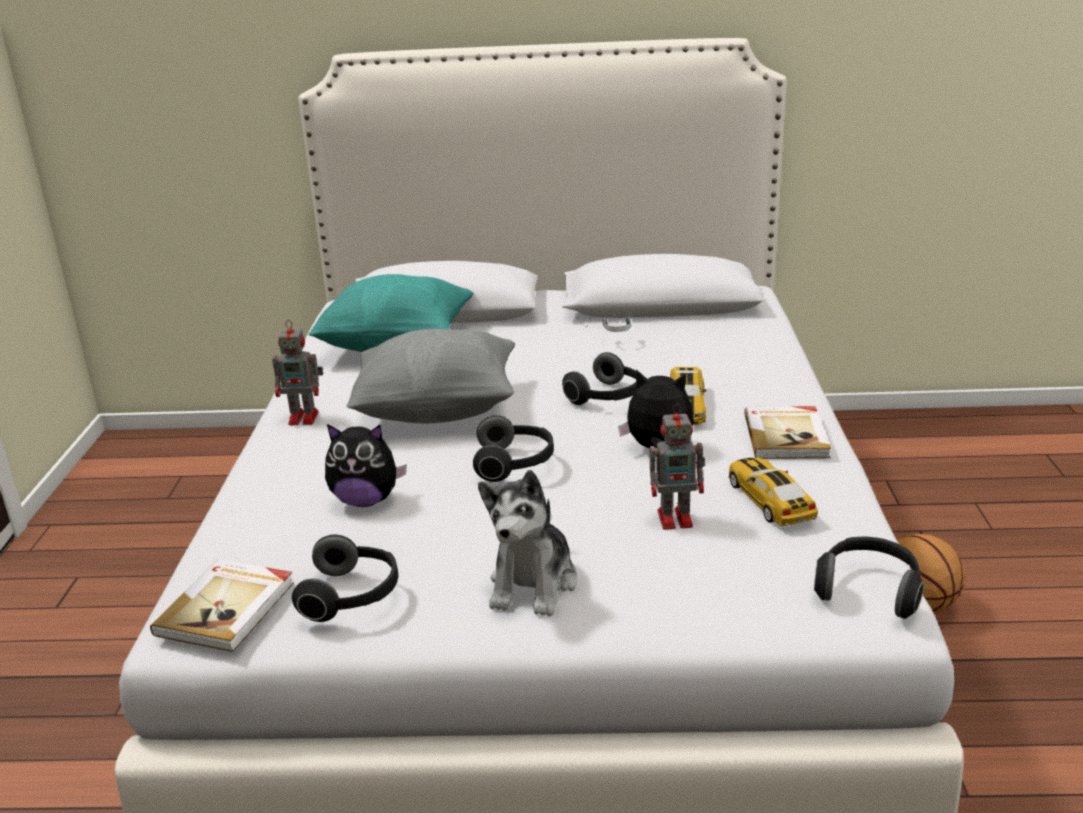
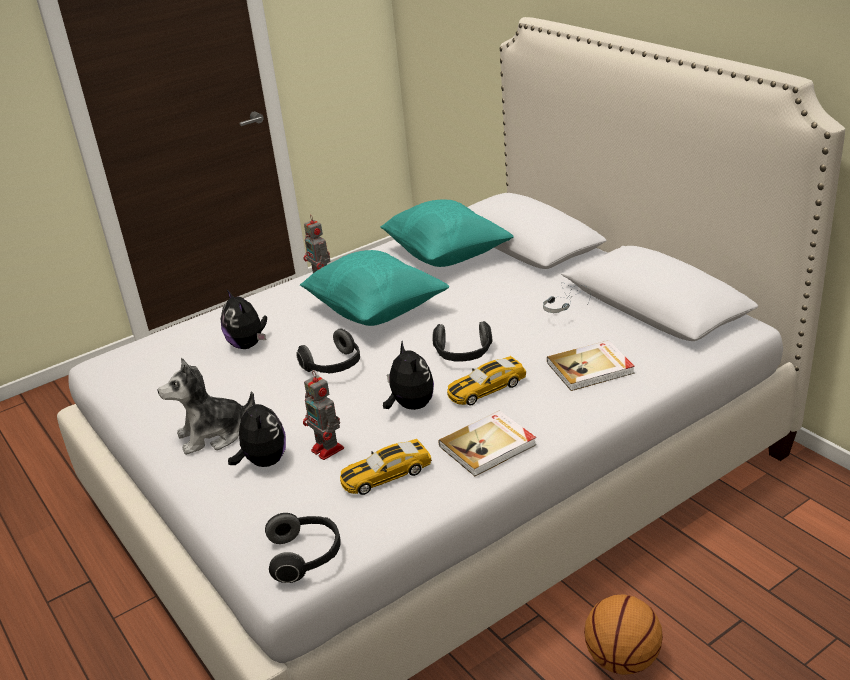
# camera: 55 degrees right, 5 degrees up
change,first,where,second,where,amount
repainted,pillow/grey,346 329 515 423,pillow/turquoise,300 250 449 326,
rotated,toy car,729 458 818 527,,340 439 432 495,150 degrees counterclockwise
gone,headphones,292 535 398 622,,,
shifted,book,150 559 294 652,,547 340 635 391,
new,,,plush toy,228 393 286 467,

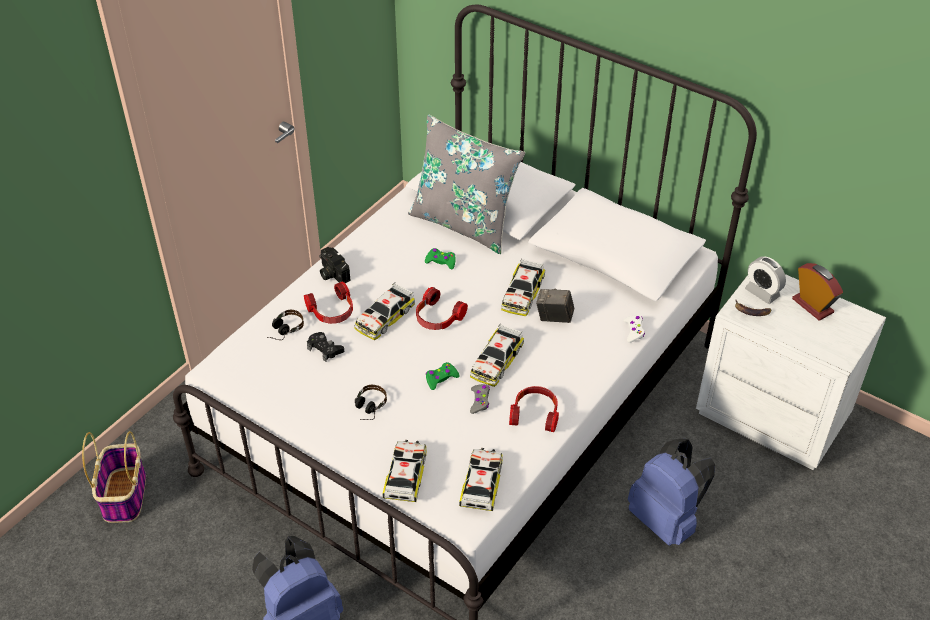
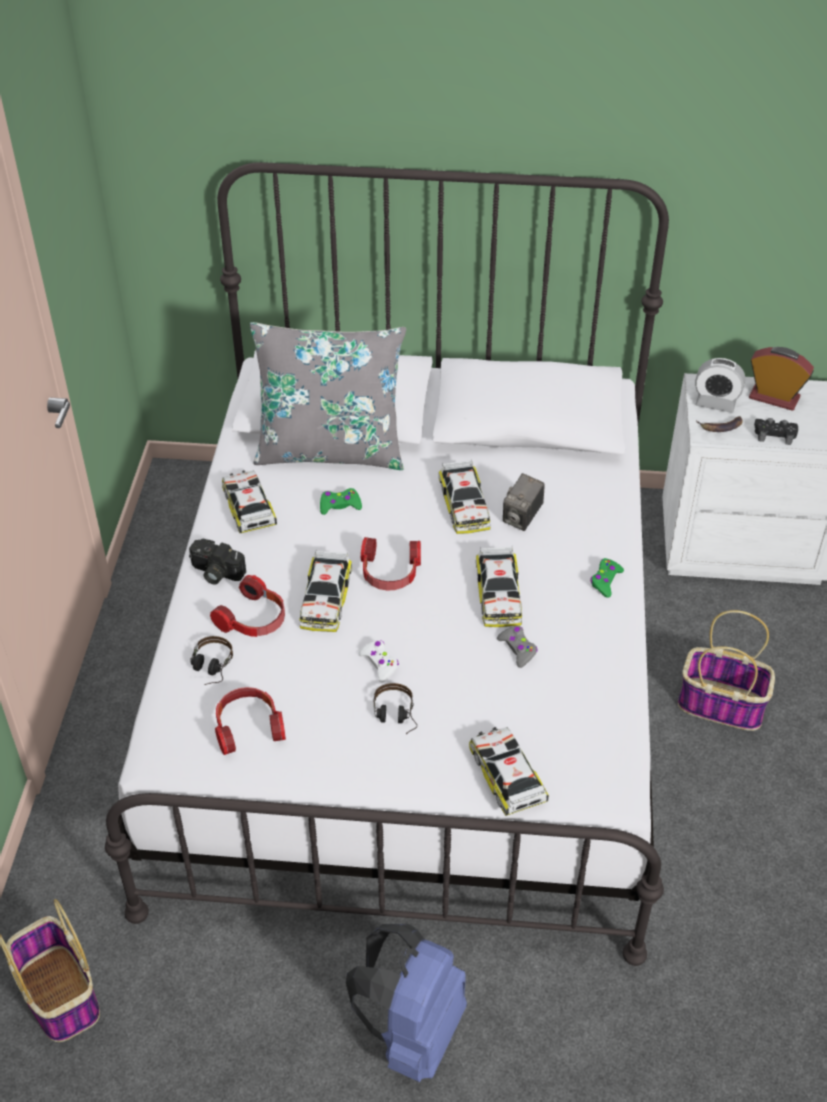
# camera: 30 degrees left, 0 degrees up
change,first,where,second,where,amount
rotated,photo camera,536 288 574 323,,503 473 544 531,45 degrees counterclockwise
shifted,game controller/white,623 315 645 343,,358 640 399 683,
shifted,game controller/black,307 332 344 362,,754 418 798 445,
shifted,game controller/green,426 362 460 390,,590 558 624 598,
shifted,headphones,509 386 559 432,,215 687 286 755,
swapped,backpack/blue,628 438 715 546,basket,678 610 775 731,
shifted,toy car,459 448 503 511,,222 470 277 533,

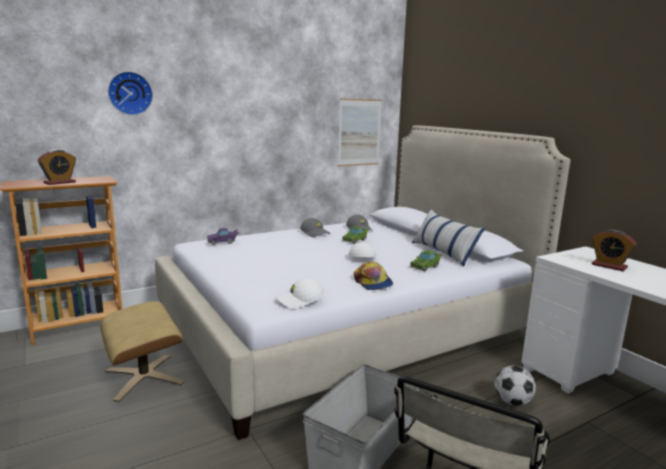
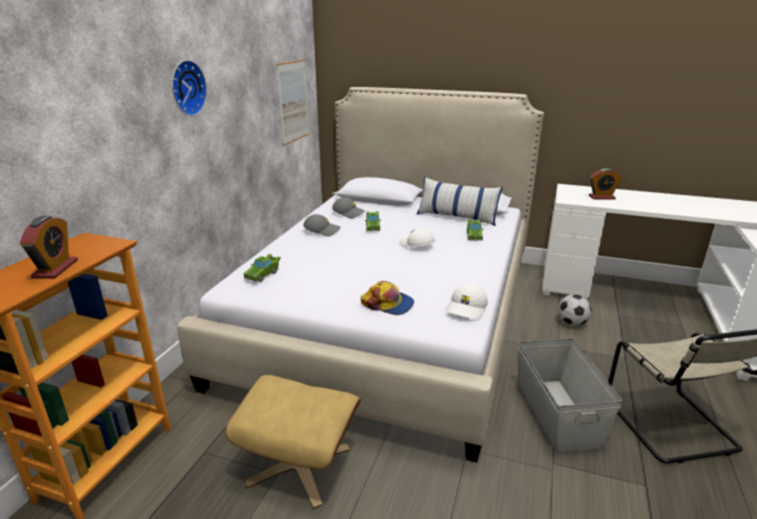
# camera: 40 degrees left, 10 degrees up
change,first,where,second,where,amount
shifted,wall clock,108 71 153 115,,172 60 207 116,
repainted,toy car/purple,207 228 239 245,toy car/green,243 254 281 282,
shifted,cap,354 261 393 290,,361 281 414 315,

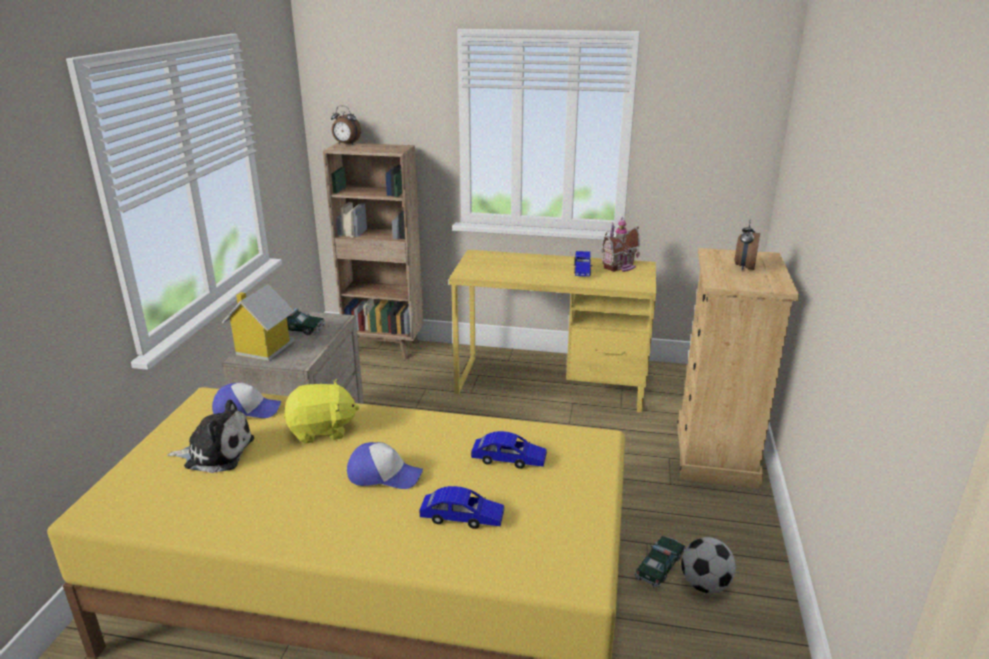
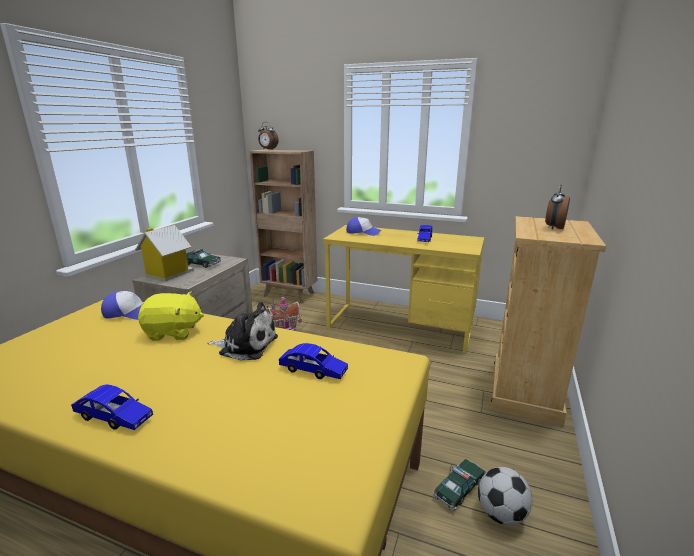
# camera: 10 degrees right, 5 degrees down
change,first,where,second,where,amount
shifted,toy house,602 217 640 272,,266 295 302 331,
shifted,plush toy,167 400 254 473,,207 302 278 361,
shifted,cap,347 442 423 489,,346 217 381 236,
shifted,toy car/blue,419 486 504 529,,71 385 153 430,

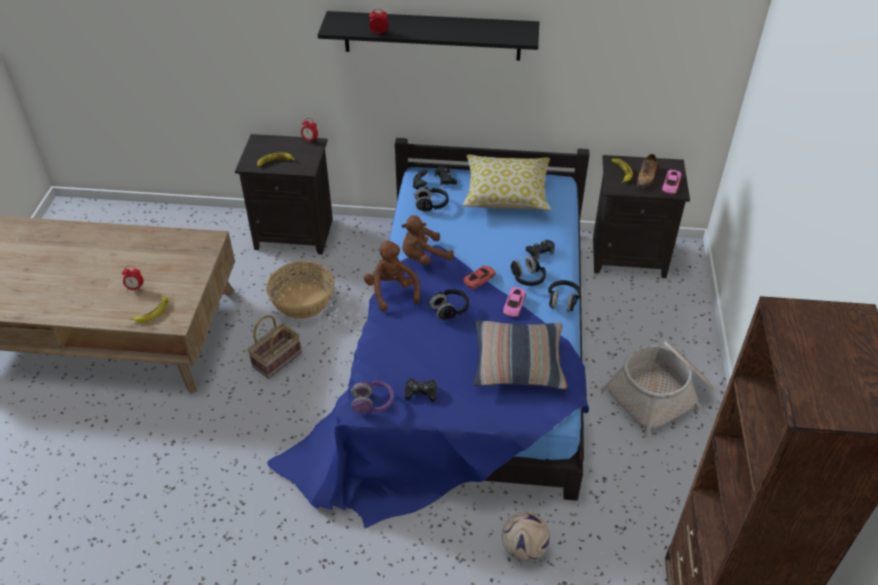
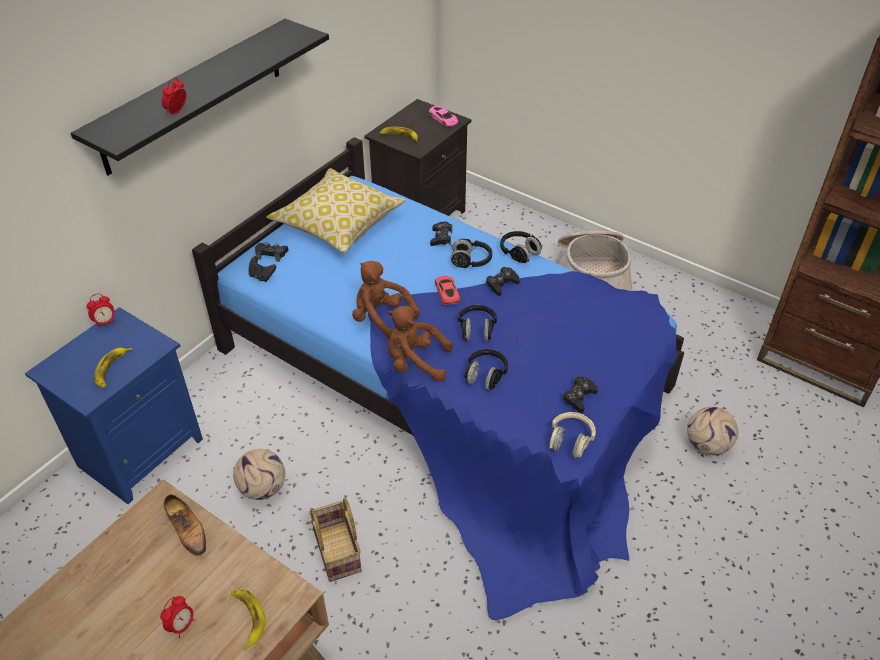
# camera: 60 degrees left, 0 degrees up
change,first,where,second,where,amount
repainted,nightstand/black,235 134 333 255,nightstand/blue,25 307 203 504,
shifted,shoe,637 154 657 188,,164 494 206 556,
shifted,headphones/black,414 187 449 211,,464 349 508 390,
rotated,plush toy/brown,402 215 454 266,,352 261 420 339,120 degrees clockwise
swapped,basket,266 261 335 319,football,233 449 285 500,
swapped,toy car/pink,503 287 526 317,game controller/black,486 267 520 296,
gone,pillow,473 320 567 390,,,
repainted,headphones/purple,350 380 394 413,headphones/beige,550 412 596 458,

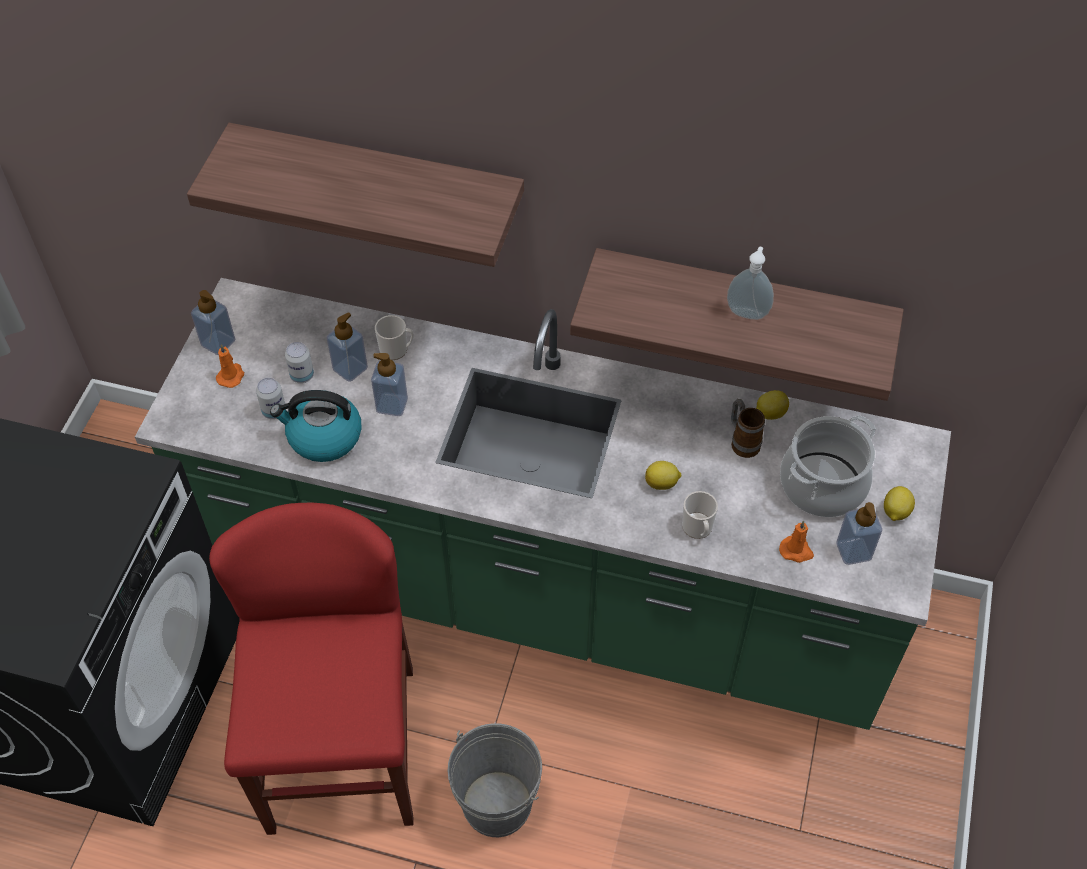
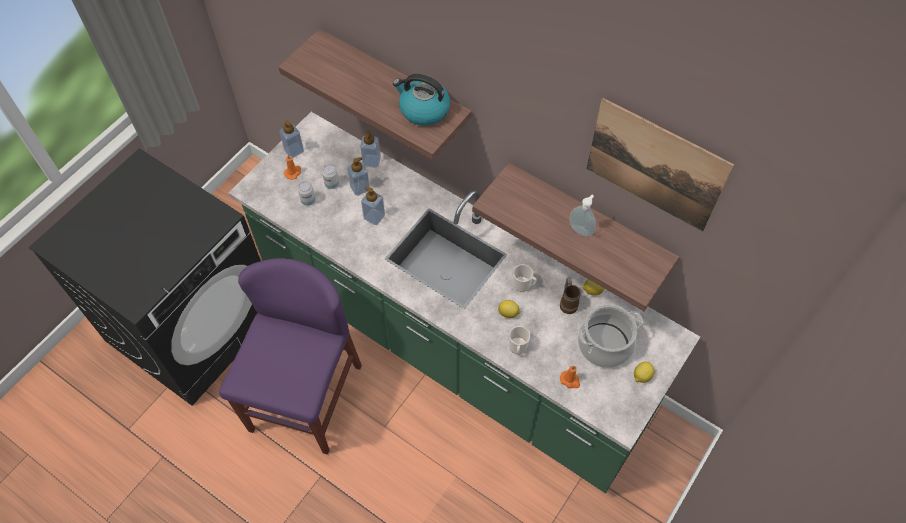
# camera: 20 degrees right, 5 degrees up
change,first,where,second,where,amount
shifted,mug,375 315 414 360,,513 264 537 292,
shifted,kettle,270 390 362 462,,393 74 450 126,
shifted,soap dispenser,836 502 882 565,,360 131 381 168,
repainted,chair/red,209 503 414 835,chair/purple,219 258 362 455,
gone,bucket/grey,447 723 542 837,,,
new,,,picture,586 98 734 231,

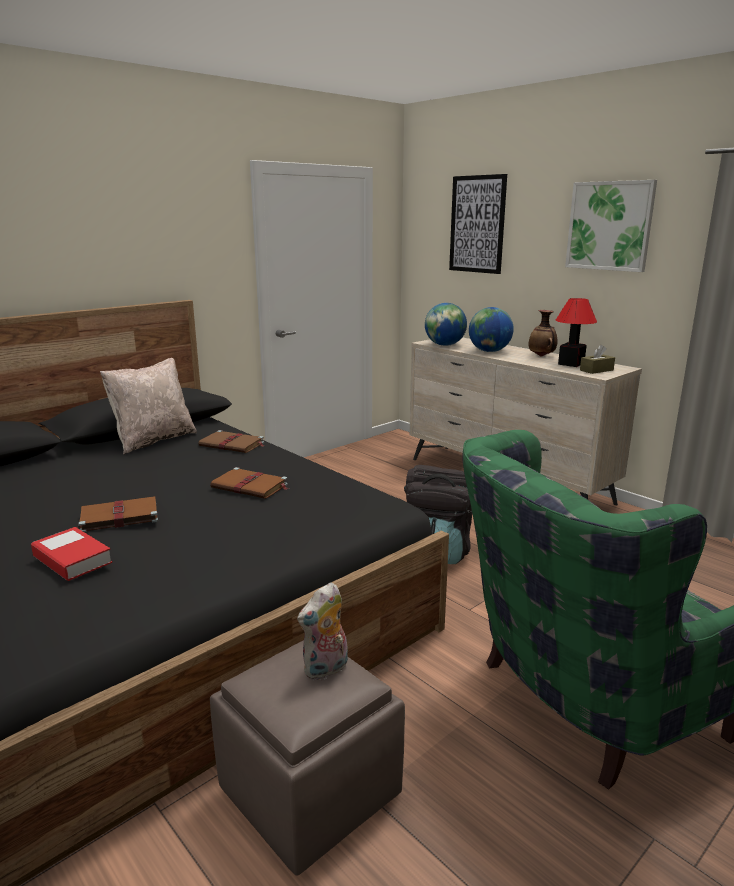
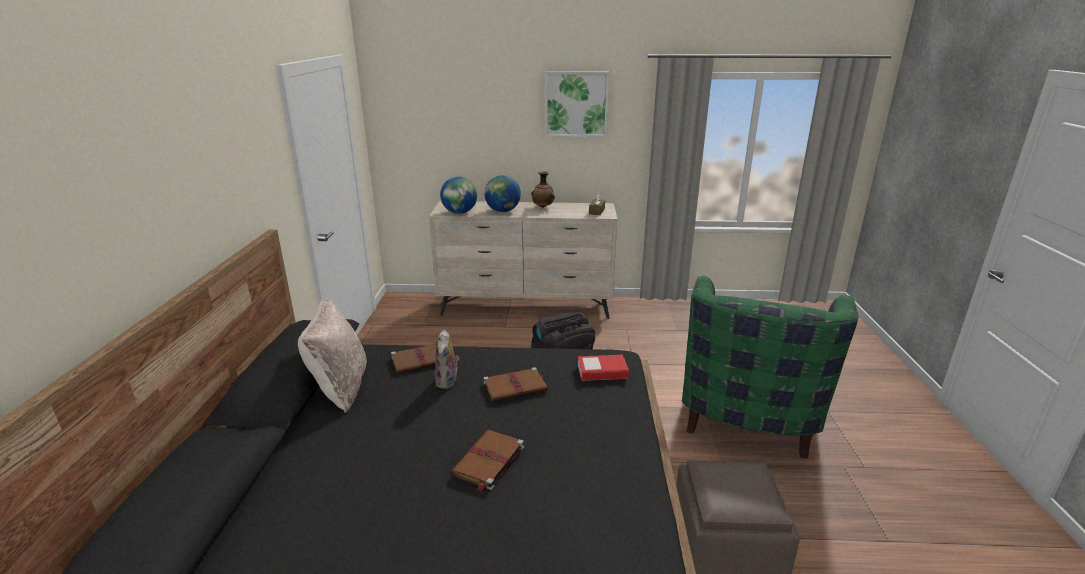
# camera: 45 degrees left, 5 degrees up
change,first,where,second,where,amount
gone,picture,449 174 507 274,,,
gone,table lamp,556 298 597 367,,,
shifted,book,31 527 112 581,,578 355 629 381,
shifted,plush toy,297 582 348 680,,435 330 460 389,

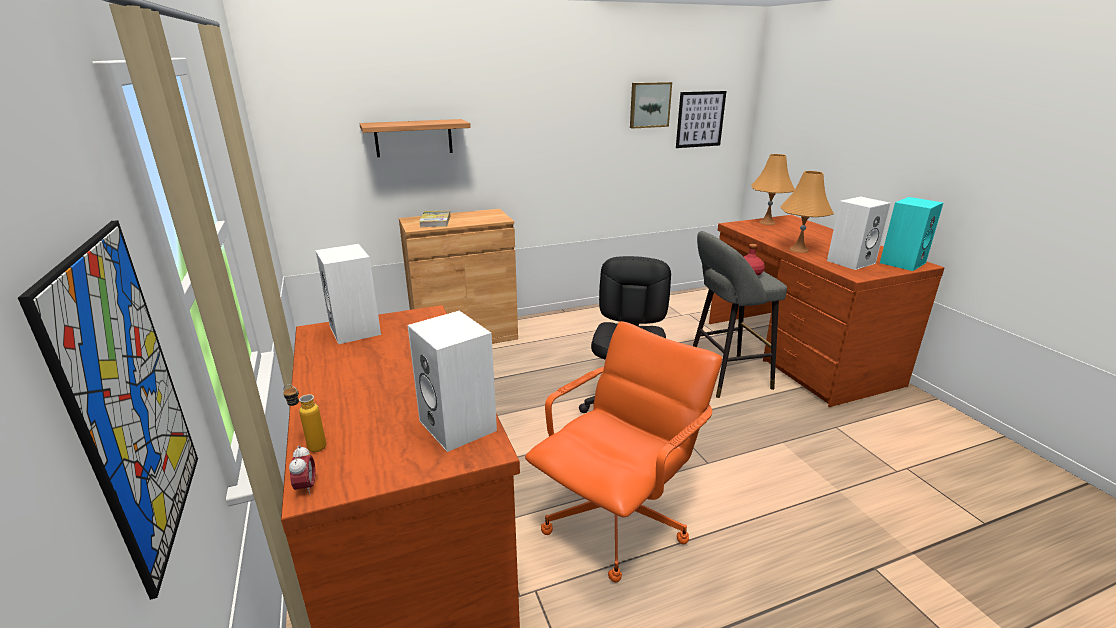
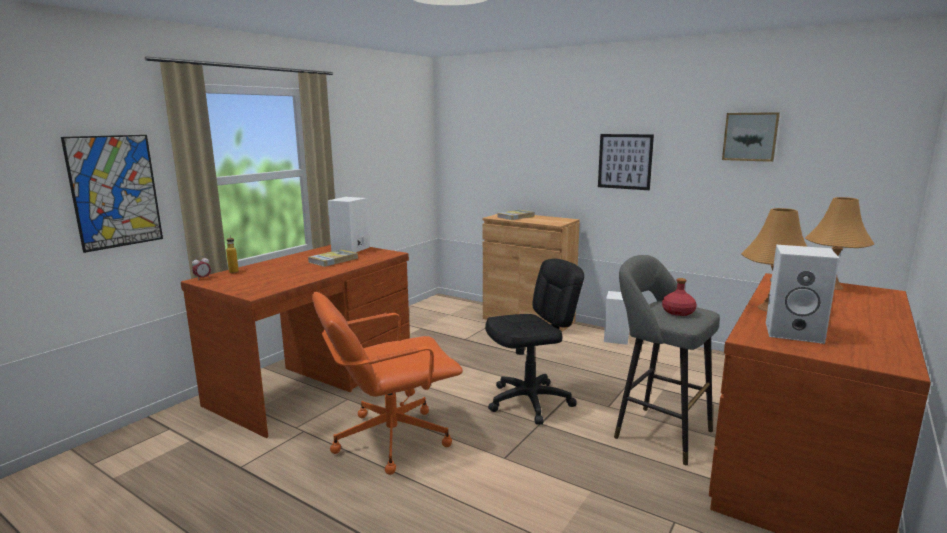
# camera: 55 degrees right, 10 degrees down
change,first,where,second,where,amount
shifted,picture,676 91 726 148,,598 134 654 190,
gone,shelf,359 119 471 157,,,
gone,speaker/turquoise,880 197 943 271,,,
shifted,speaker/white,407 311 497 452,,604 291 629 345,
rotated,office chair/orange,525 321 722 583,,312 292 463 475,150 degrees clockwise
new,,,book,308 249 358 267,

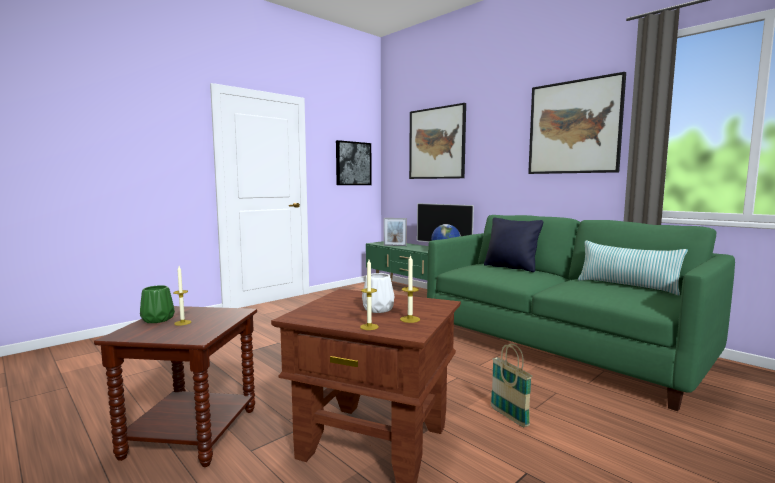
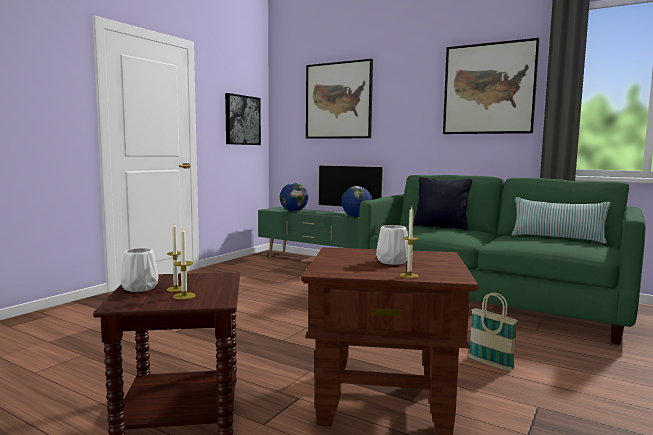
# camera: 15 degrees left, 0 degrees up
change,first,where,second,where,amount
swapped,picture frame,384 218 407 246,globe,280 183 308 212,
shifted,candle,400 254 420 323,,173 226 196 300,
repainted,vase/green,140 285 175 323,vase/white,120 248 159 292,

